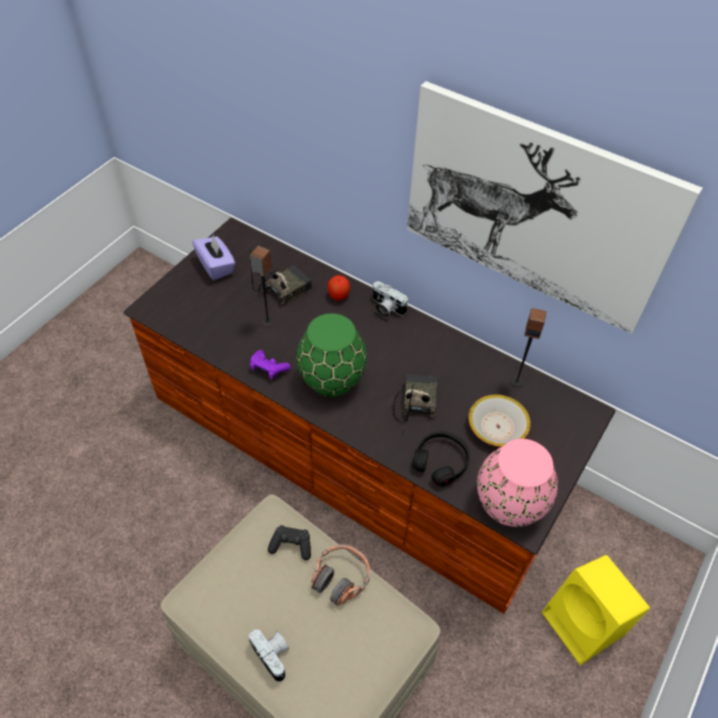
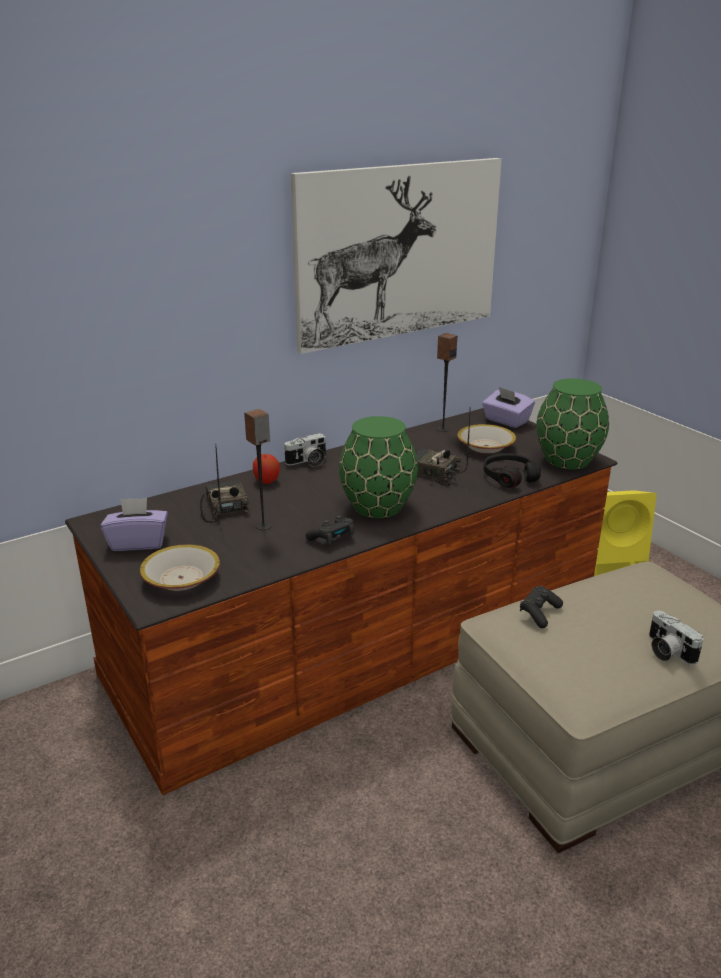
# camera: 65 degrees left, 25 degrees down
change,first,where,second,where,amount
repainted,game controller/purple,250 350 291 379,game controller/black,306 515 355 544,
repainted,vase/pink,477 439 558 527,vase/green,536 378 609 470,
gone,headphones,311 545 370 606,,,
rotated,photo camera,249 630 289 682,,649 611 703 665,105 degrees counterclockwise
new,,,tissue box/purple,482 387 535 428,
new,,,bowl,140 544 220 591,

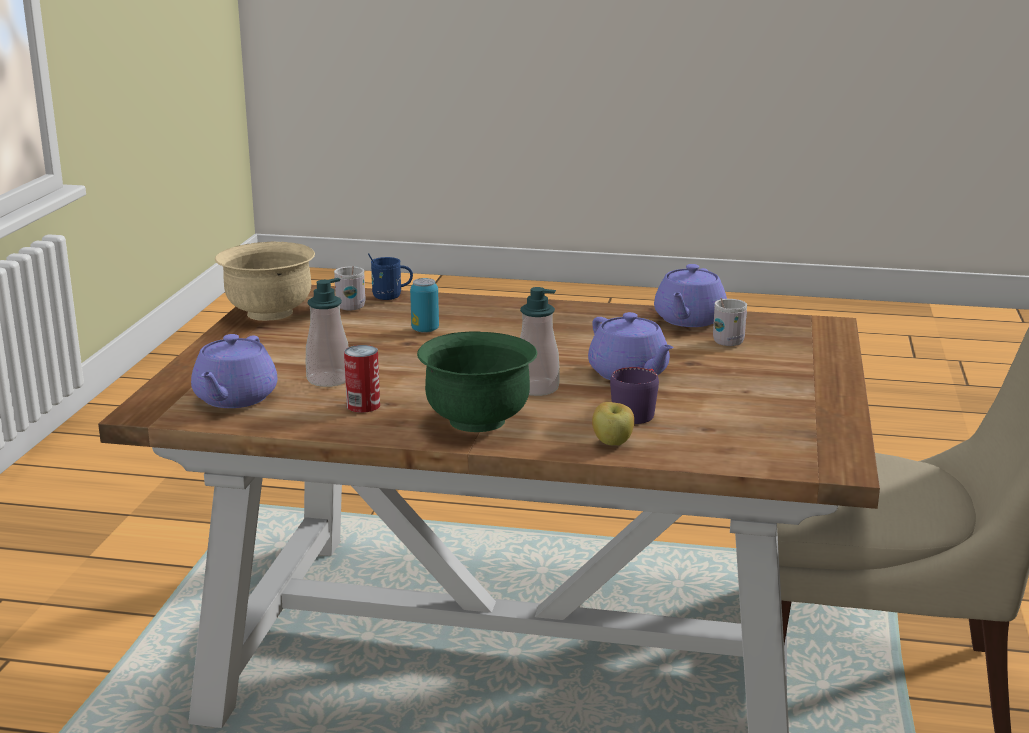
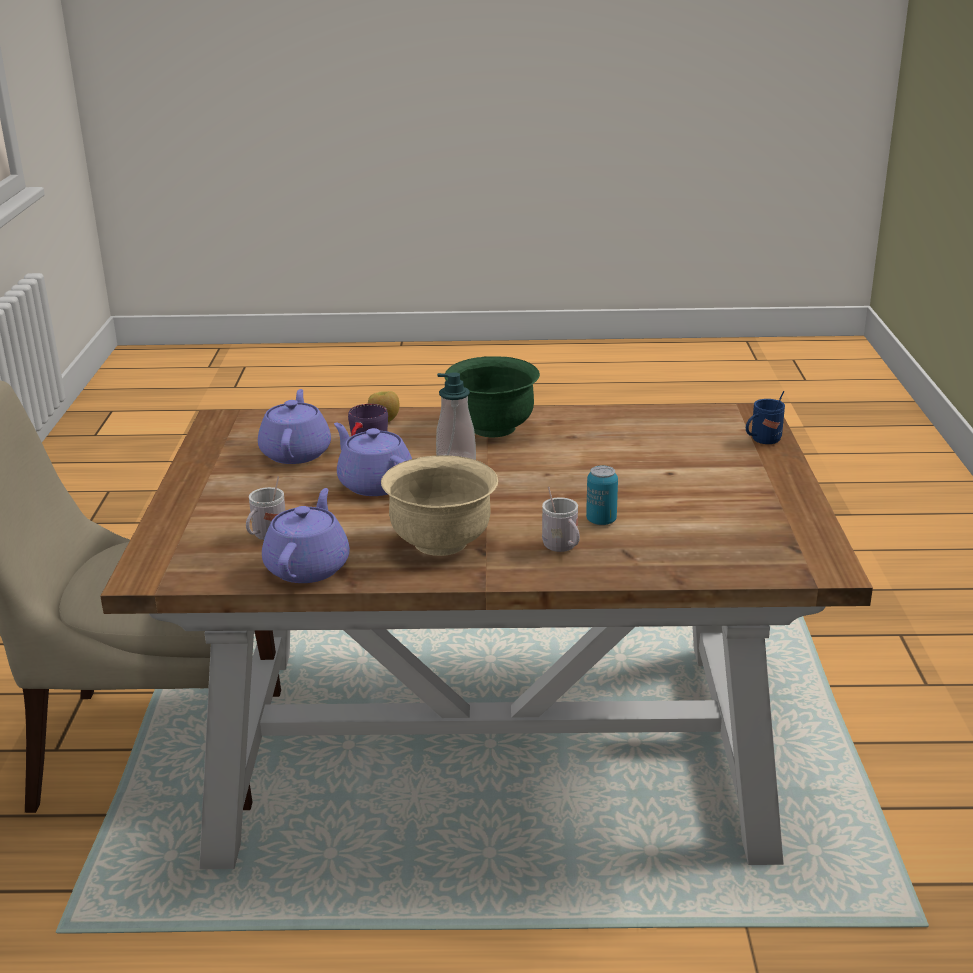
# camera: 170 degrees right, 5 degrees up
change,first,where,second,where,amount
shifted,bowl/beige,215 242 315 321,,381 455 498 556,
shifted,mug/blue,368 253 413 300,,746 391 785 444,
shifted,mug/white,334 266 366 311,,542 487 580 552,
gone,soap dispenser,306 278 349 387,,,
shifted,teapot/purple,191 334 278 408,,258 389 331 464,
gone,can,344 345 380 413,,,

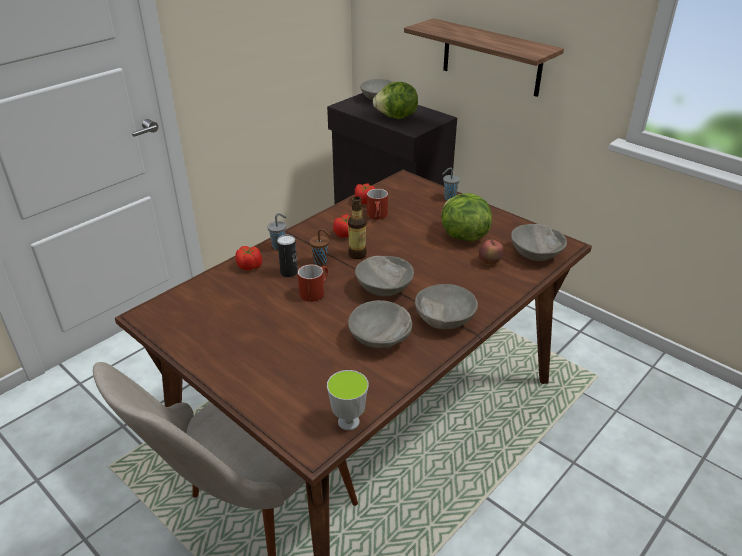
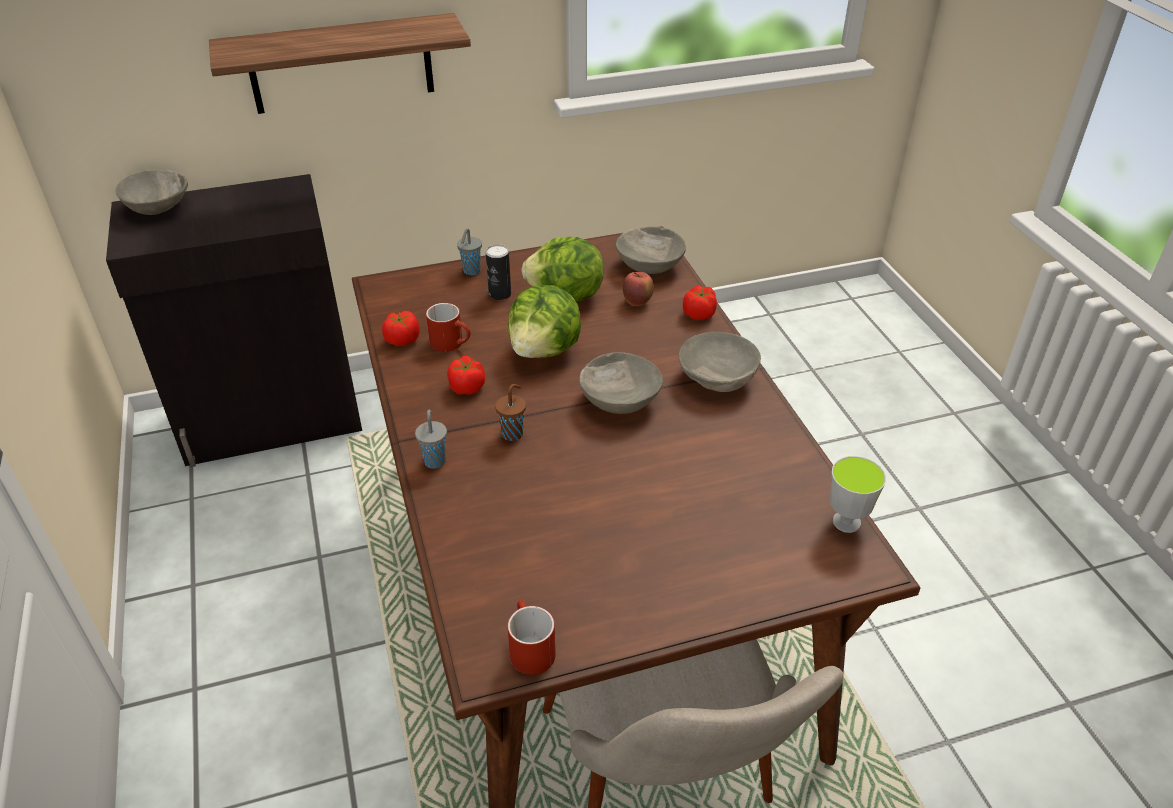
# camera: 60 degrees left, 5 degrees up
change,first,where,second,where,amount
shifted,lettuce,373 82 418 119,,508 285 581 358,
gone,bottle,348 196 367 259,,,
shifted,can,277 235 298 277,,486 244 511 300,
shifted,tomato,236 246 262 271,,683 286 717 320,
shifted,mug/red,298 264 328 302,,508 600 556 675,
gone,bowl/grey,348 300 412 348,,,

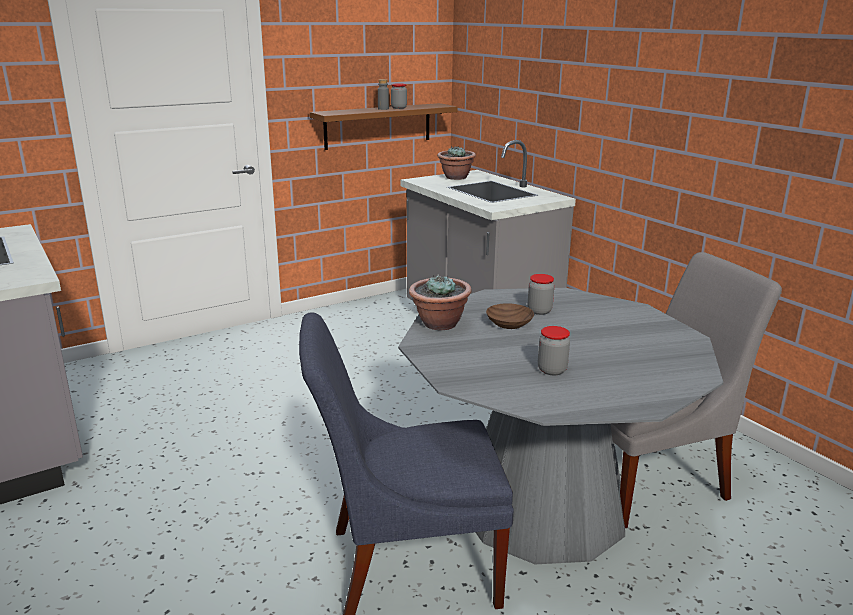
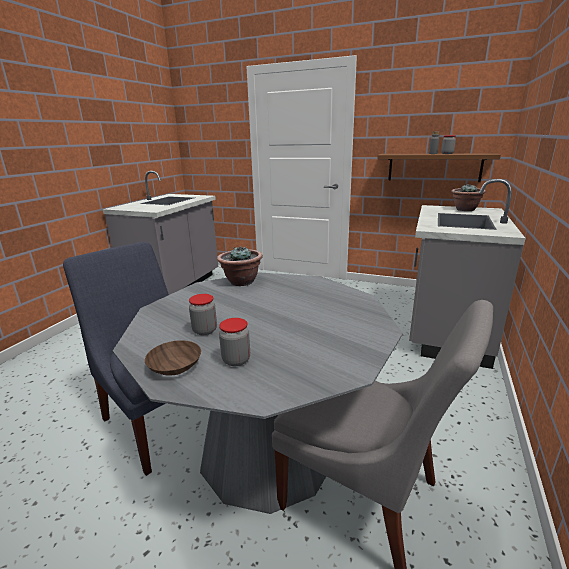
# camera: 55 degrees right, 0 degrees up
change,first,where,second,where,amount
shifted,jar,528 274 554 315,,219 318 250 366,
shifted,bowl/brown,486 303 534 329,,145 340 201 375,

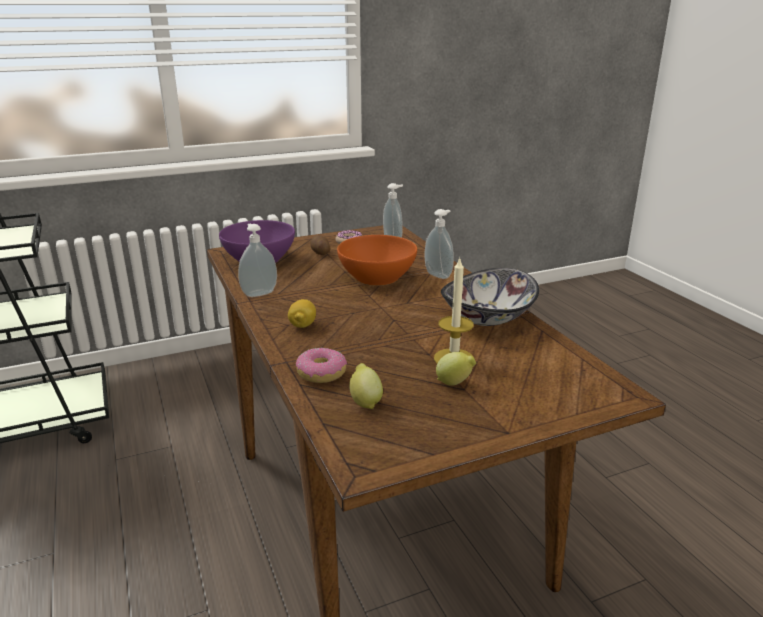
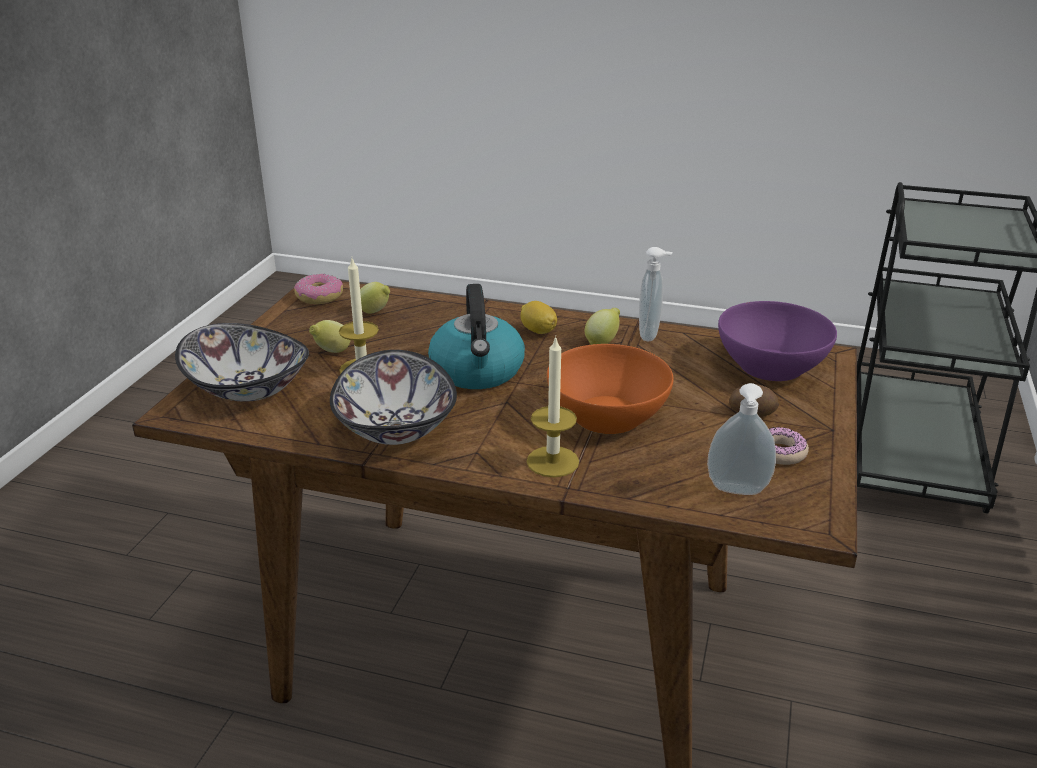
# camera: 130 degrees right, 5 degrees up
change,first,where,second,where,amount
swapped,soap dispenser,425 209 454 279,candle,527 335 579 477,
shifted,donut,296 348 347 383,,294 273 343 304,
new,,,kettle,428 284 525 389,
new,,,lemon,585 308 620 345,
new,,,bowl,175 323 309 402,

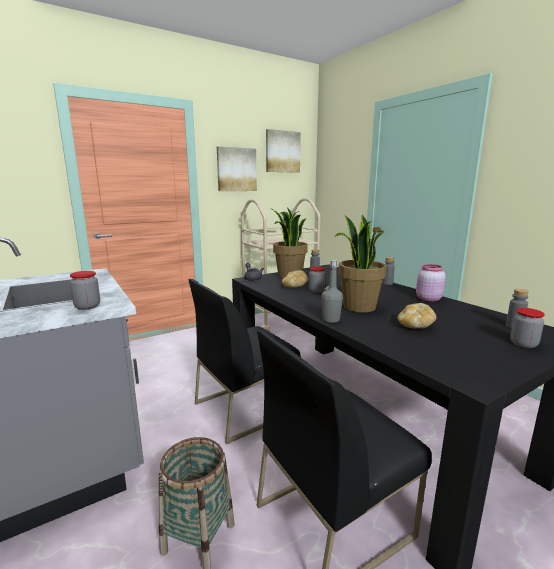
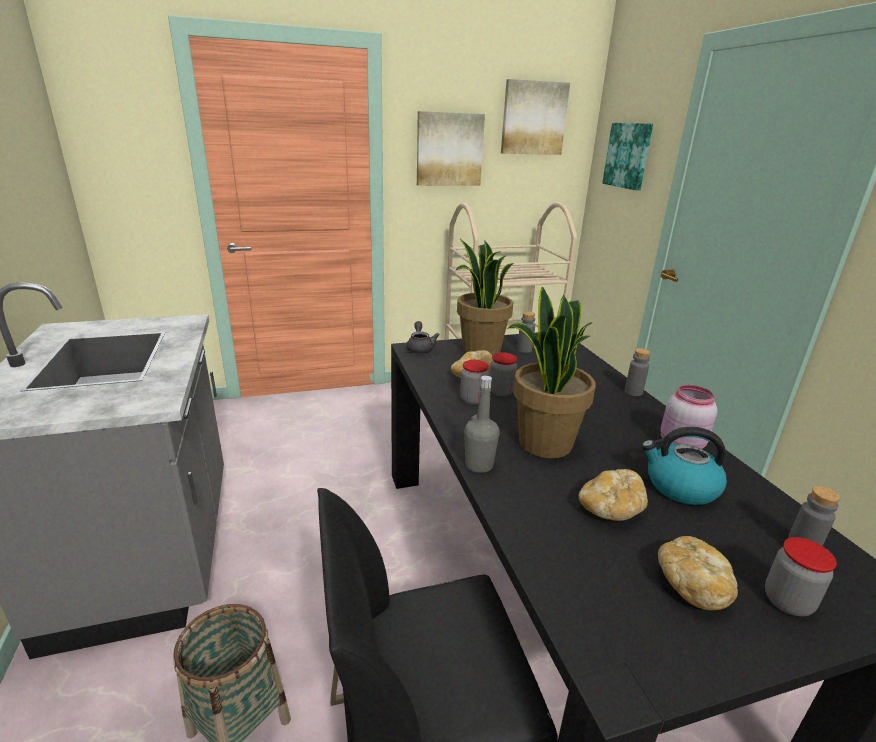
# camera: 15 degrees right, 10 degrees up
change,first,where,second,where,amount
shifted,jar,70 271 100 310,,460 360 489 405,
gone,chair/black,189 279 301 444,,,
new,,,picture,602 123 653 190,
new,,,kettle,642 427 727 505,
new,,,bread,658 536 738 610,

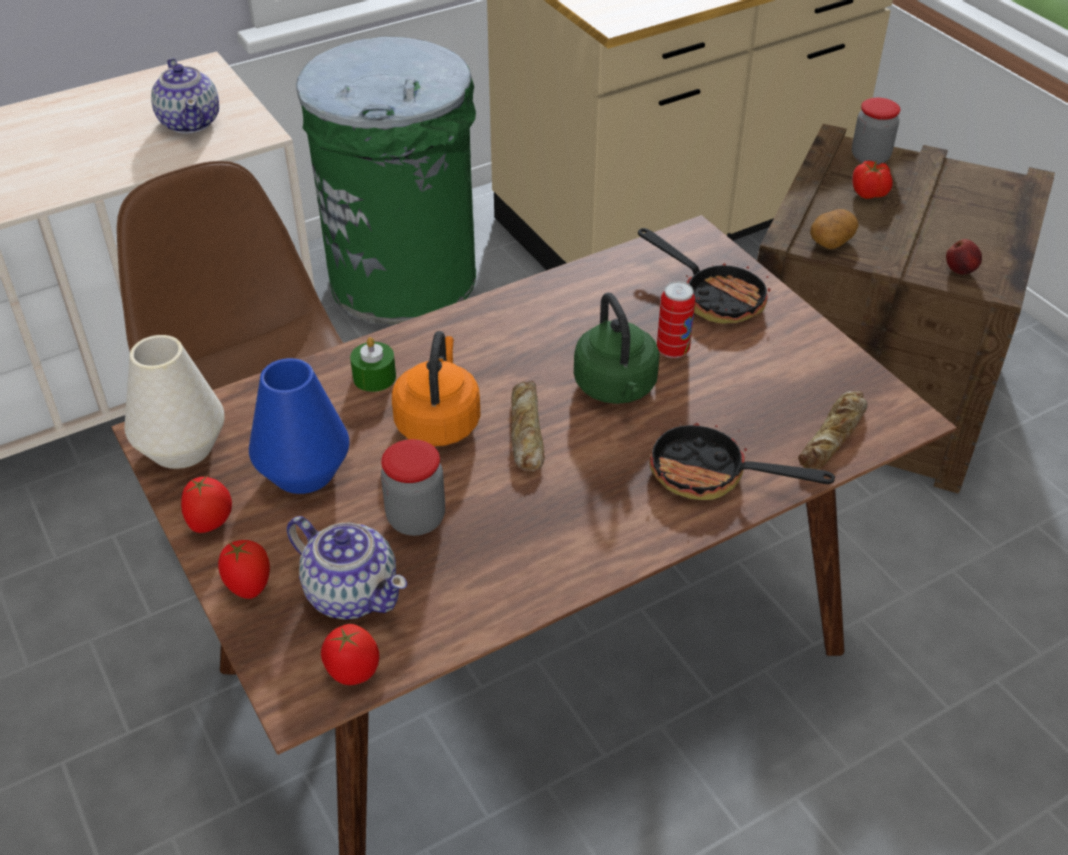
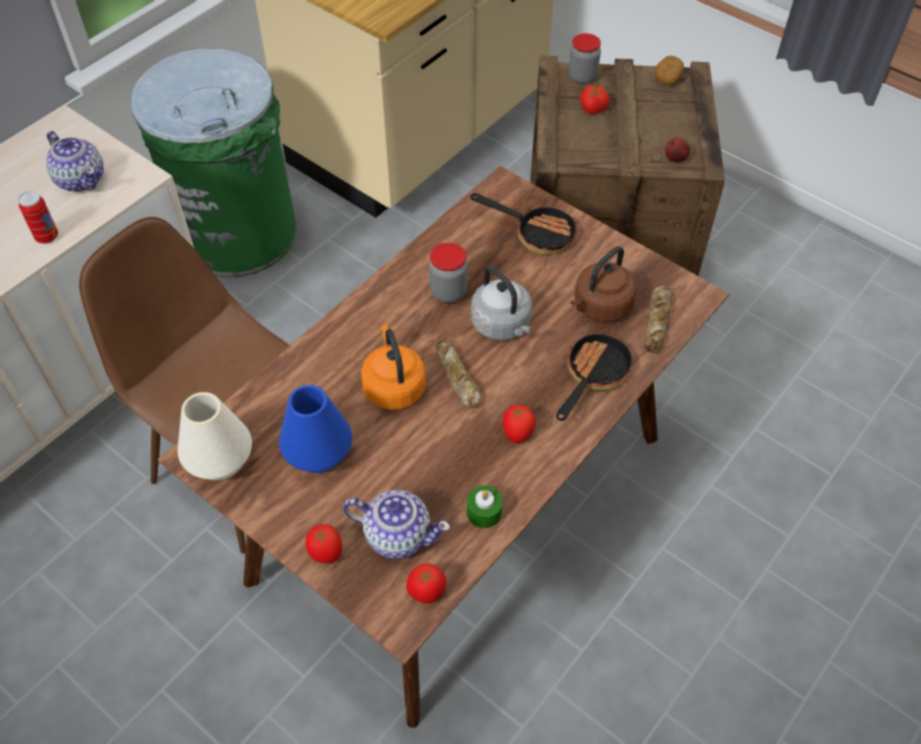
# camera: 20 degrees left, 10 degrees up
change,first,where,second,where,amount
shifted,potato,810 209 859 249,,655 56 684 86,
shifted,can,657 281 695 358,,18 191 58 244,
repainted,kettle/green,574 293 660 404,kettle/grey,471 266 532 340,
shifted,candle/green,350 337 396 392,,467 485 503 528,
rotated,frying pan,649 416 835 500,,556 324 633 421,120 degrees clockwise
shifted,jar,381 439 445 536,,429 243 468 303,
shifted,tomato,181 475 232 533,,503 404 536 443,
new,,,kettle/brown,571 246 637 322,

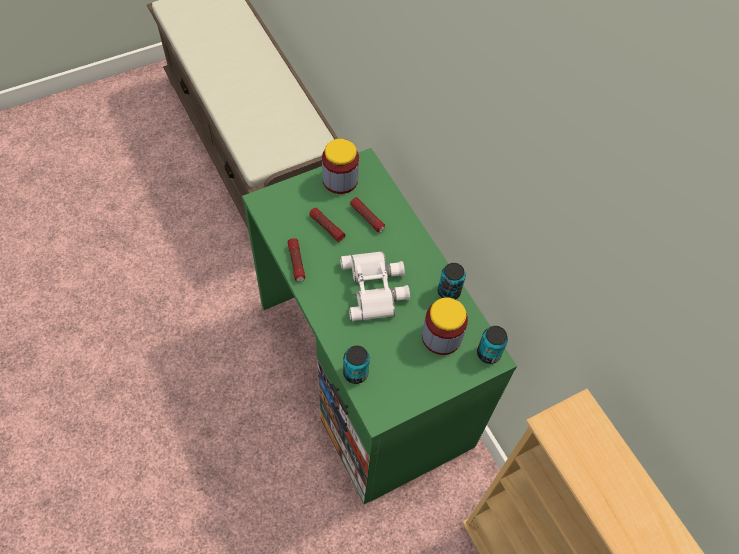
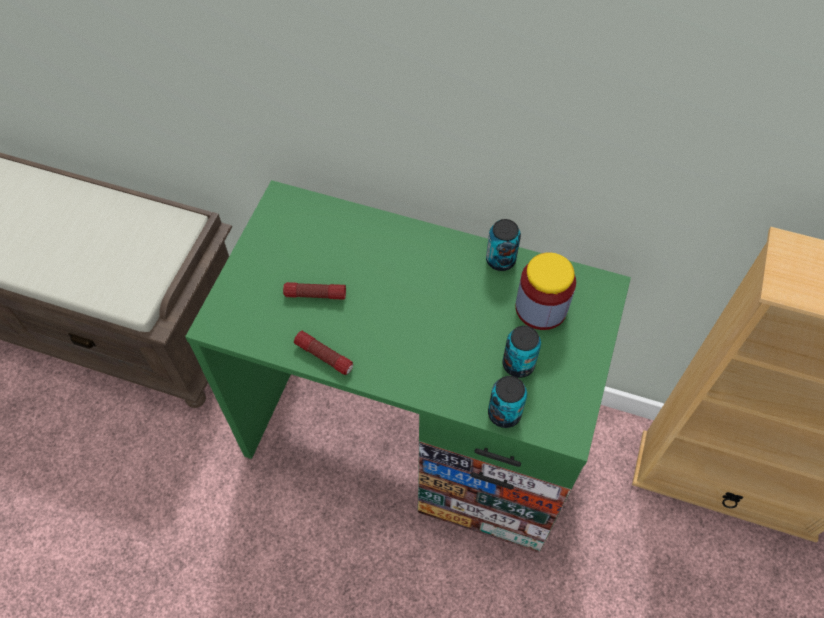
# camera: 40 degrees left, 0 degrees up
change,first,where,second,where,amount
gone,jar,322 139 359 194,,,
gone,flashlight,350 197 385 232,,,
gone,binoculars/white,340 251 410 321,,,
shifted,can,477 326 508 364,,502 325 541 378,

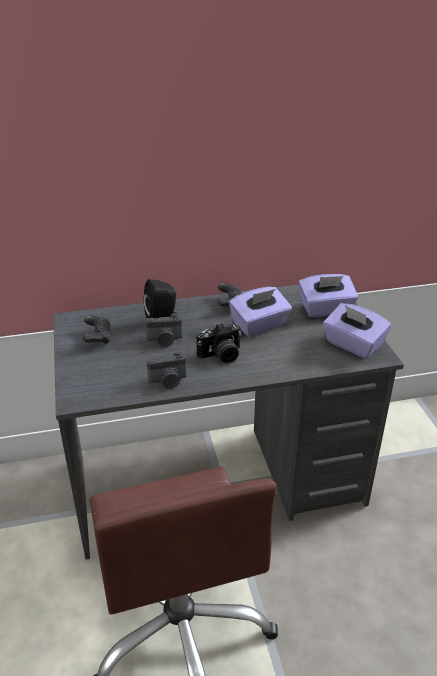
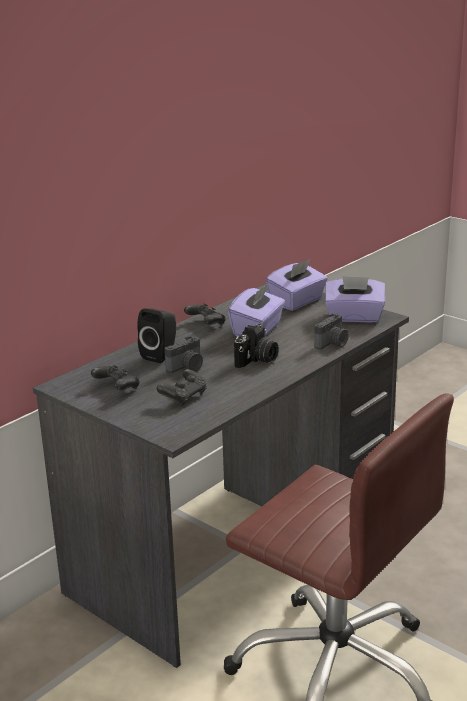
# camera: 35 degrees left, 10 degrees down
change,first,where,second,where,amount
shifted,photo camera,147 352 187 389,,314 313 349 349,
new,,,game controller/black,157 369 207 406,

